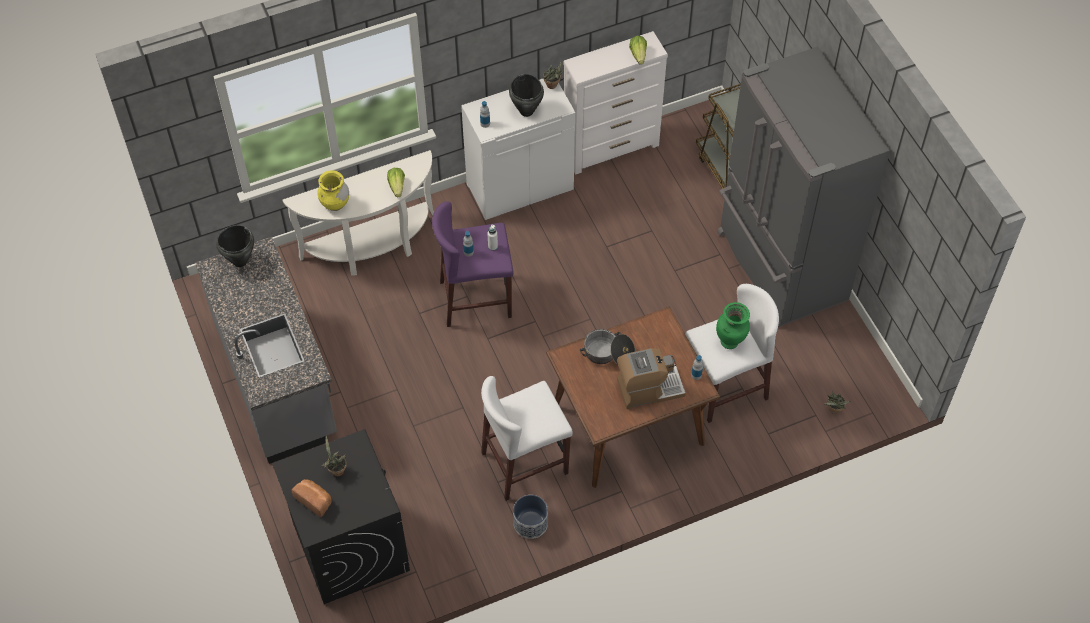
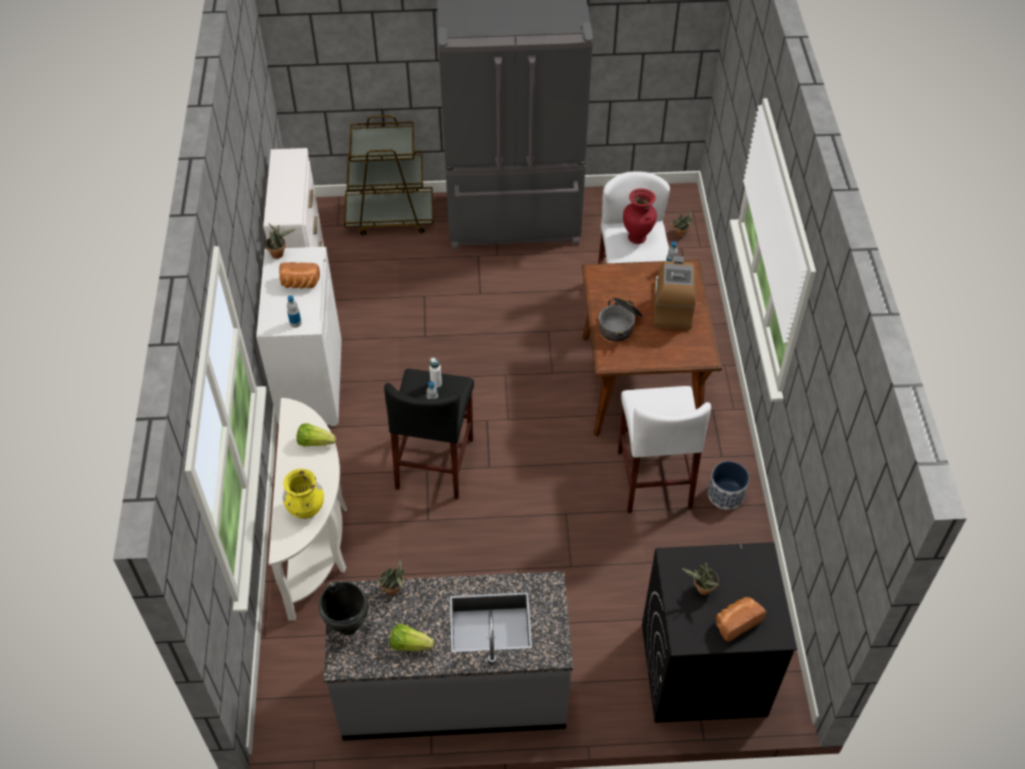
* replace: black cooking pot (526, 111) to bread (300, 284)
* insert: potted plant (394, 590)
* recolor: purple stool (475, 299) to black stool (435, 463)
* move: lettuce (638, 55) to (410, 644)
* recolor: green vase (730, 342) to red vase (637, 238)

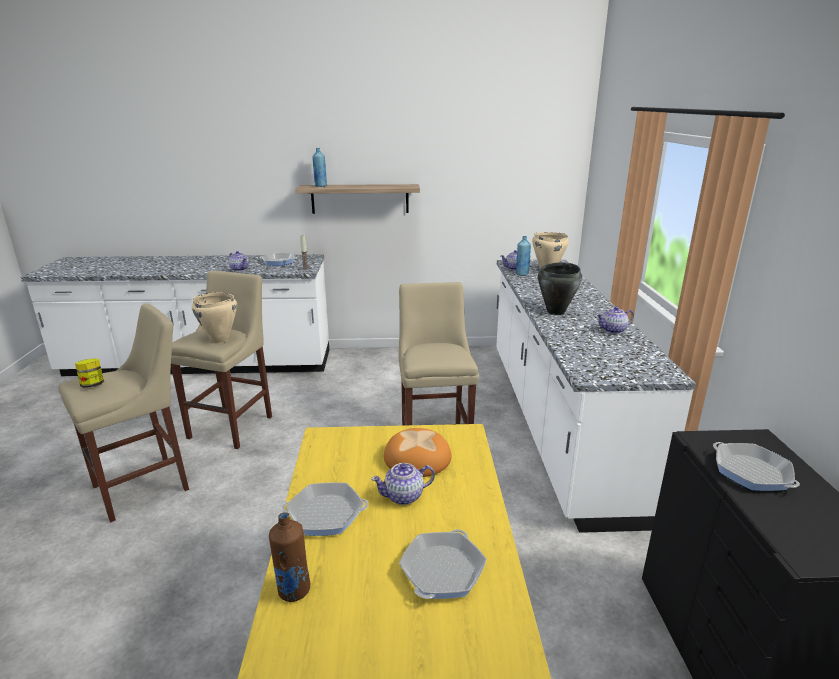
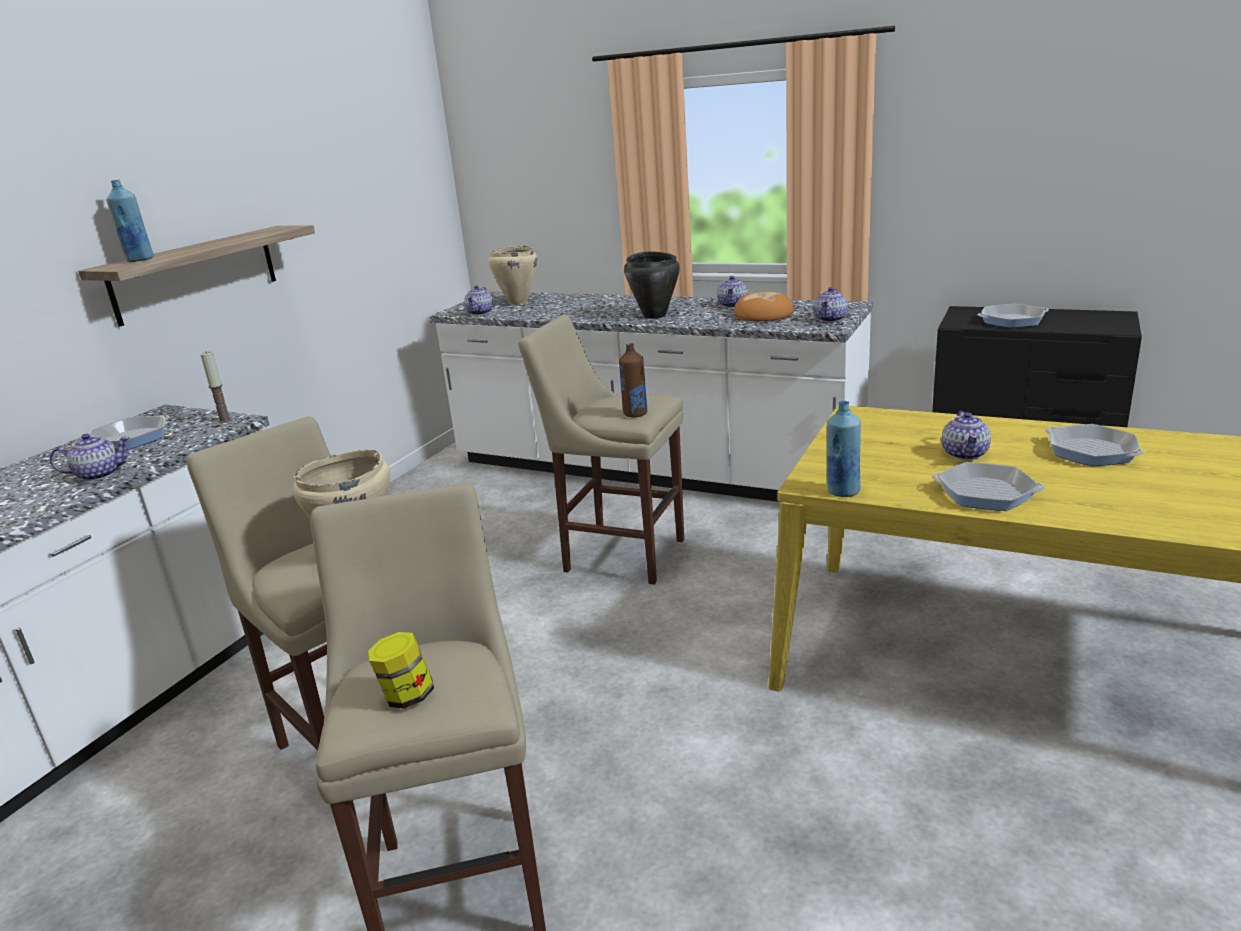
* move: brown bottle (293, 590) to (635, 414)
* move: bread (416, 458) to (763, 315)
* insert: teapot (830, 319)
* move: blue bottle (522, 274) to (842, 491)
* rotate: frying pan (325, 514) = (985, 493) 90 degrees counterclockwise

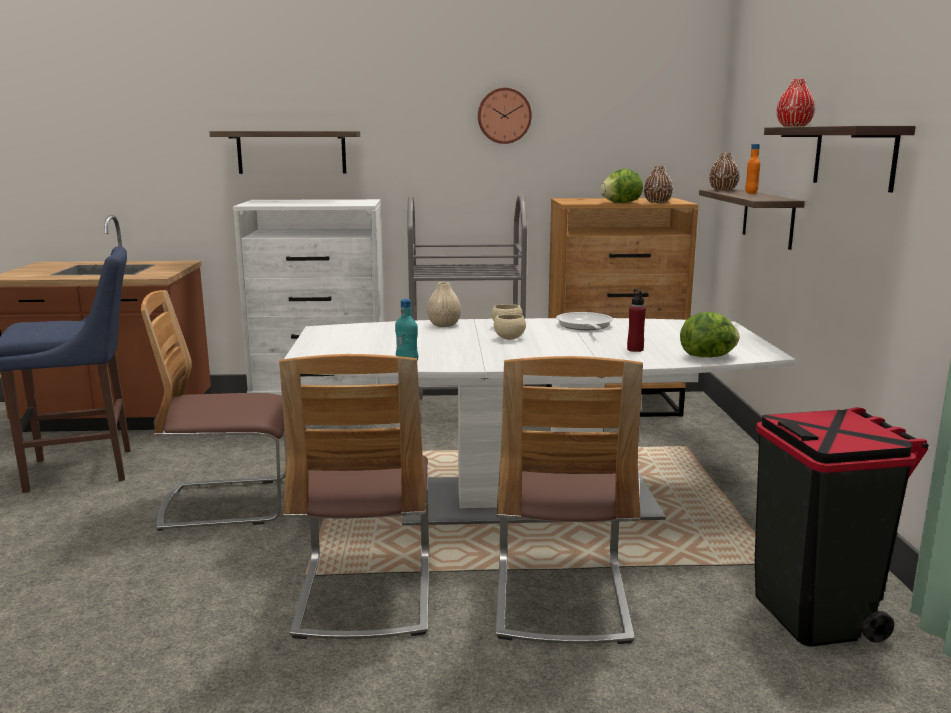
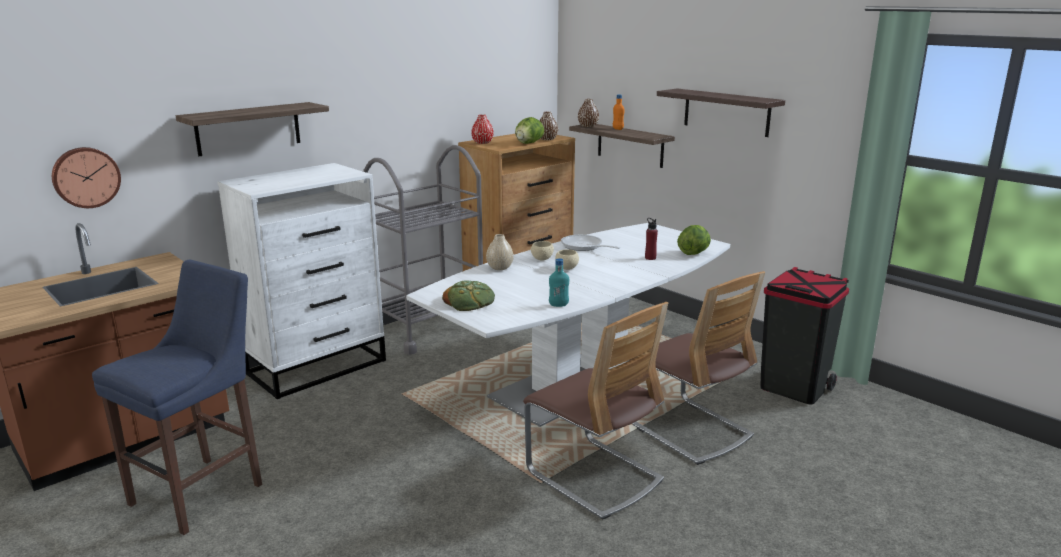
* move: wall clock (504, 116) to (86, 177)
* insert: bread (469, 301)
* move: red vase (794, 126) to (482, 142)
* delete: chair (227, 504)

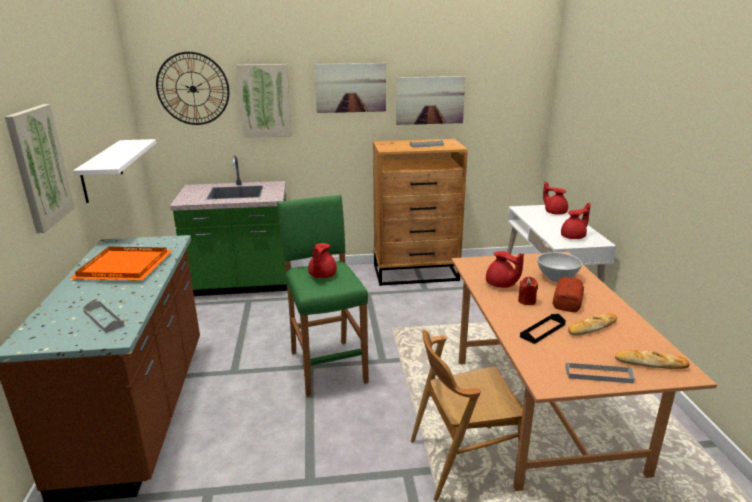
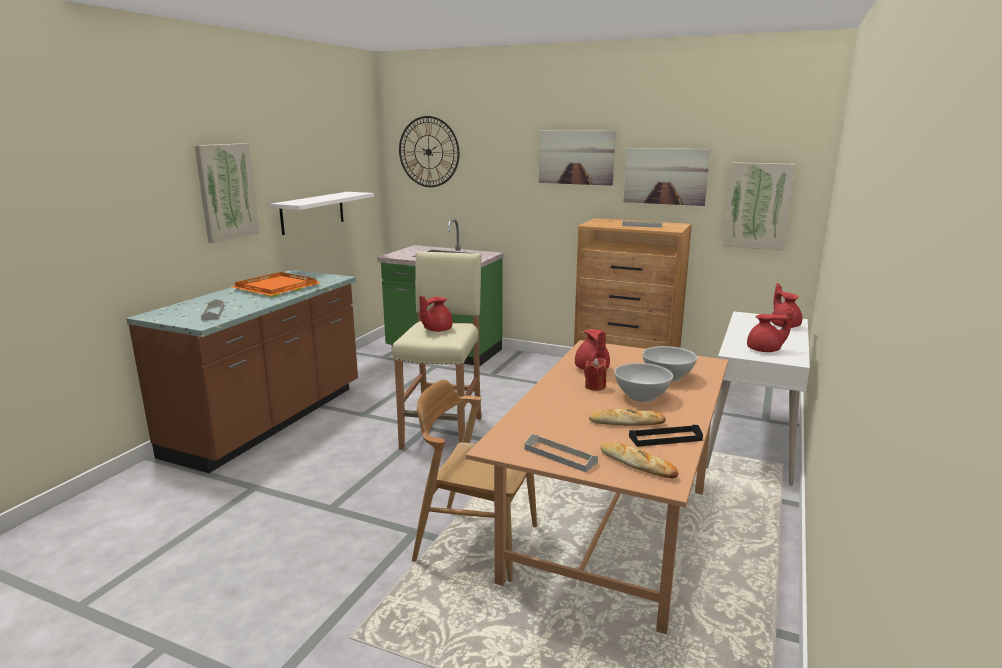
* recolor: green stool (327, 366) to beige stool (443, 432)
* replace: bread (567, 301) to white bowl (641, 396)
* move: black tray (542, 330) to (665, 438)
* move: picture (265, 101) to (758, 206)

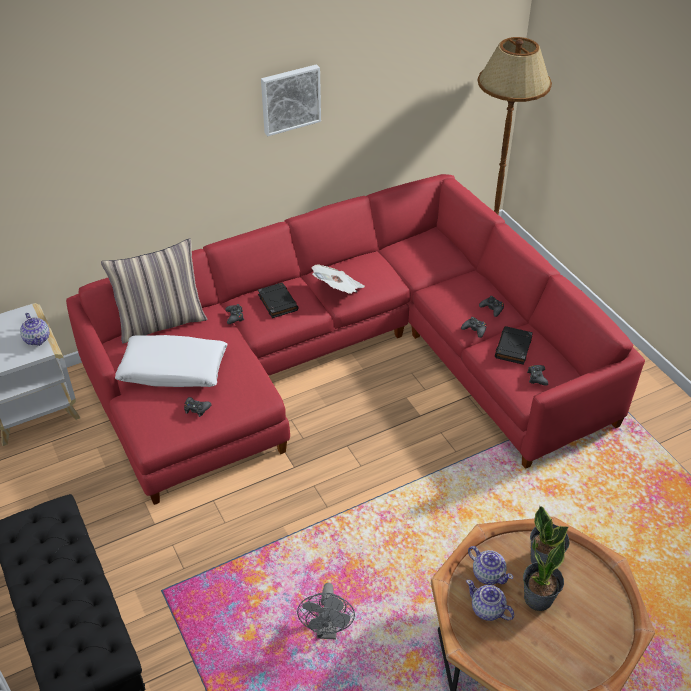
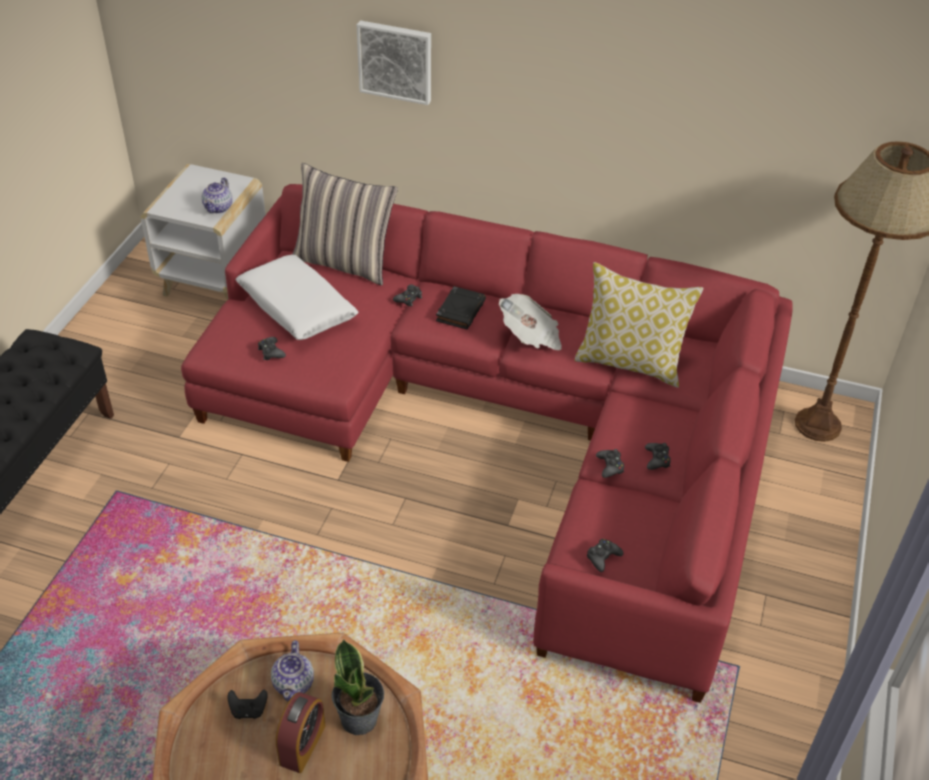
* replace: teapot (487, 610) to black game controller (248, 710)
* replace: potted plant (538, 599) to alarm clock (302, 744)
* move: picture (290, 99) to (396, 61)
* insert: pillow (630, 363)
* delete: grey fan (327, 630)
* delete: black book (513, 348)

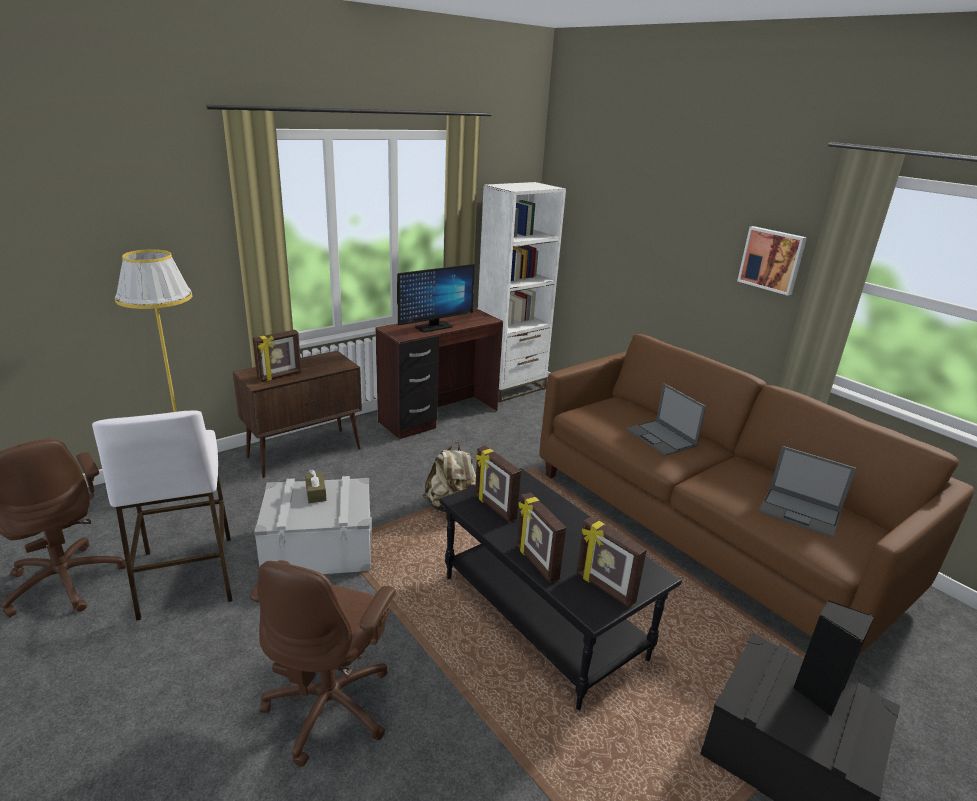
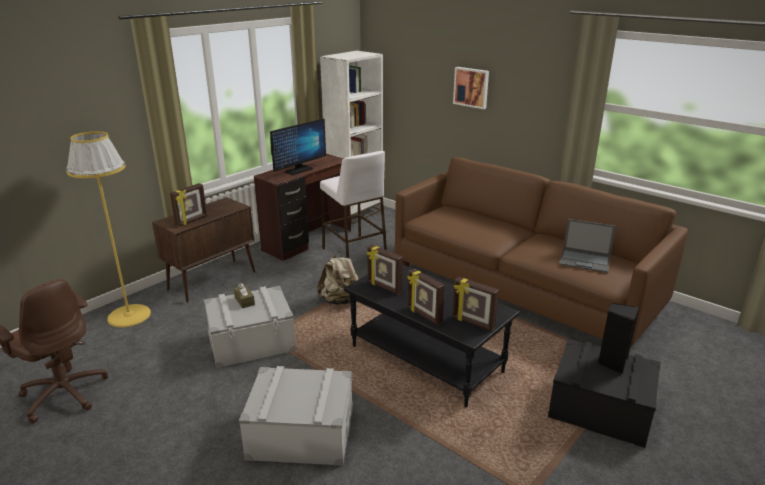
* replace: brown office chair (331, 705) to grey storage box (301, 433)
* move: white stool (187, 576) to (354, 254)
* move: picture (772, 260) to (471, 87)
* delete: laptop (661, 438)

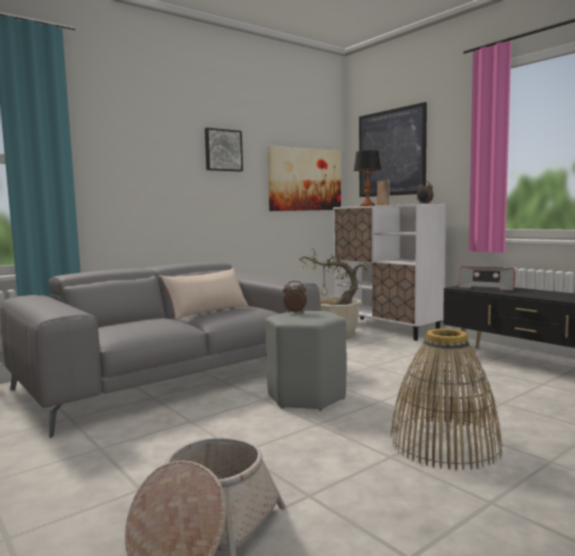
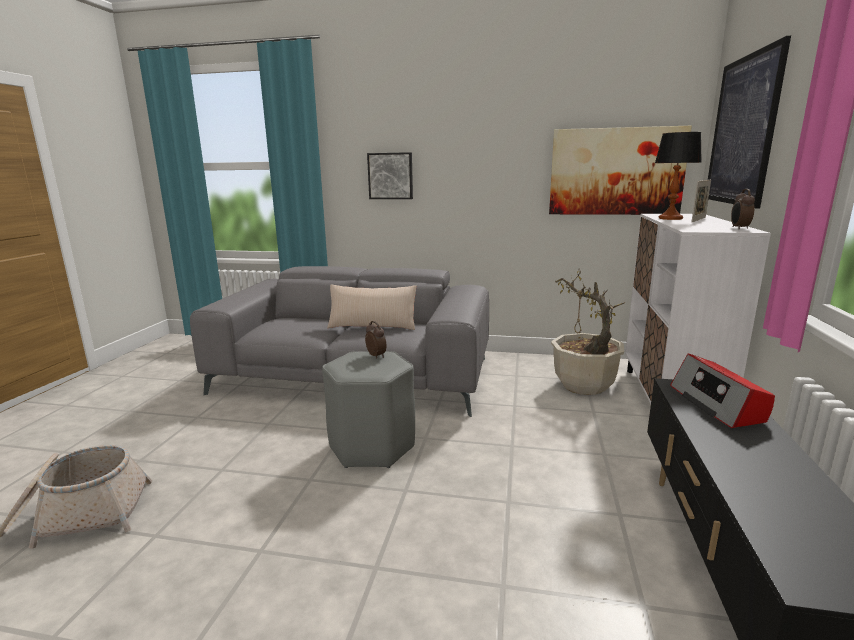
* move: picture (223, 150) to (390, 176)
* delete: basket (445, 444)

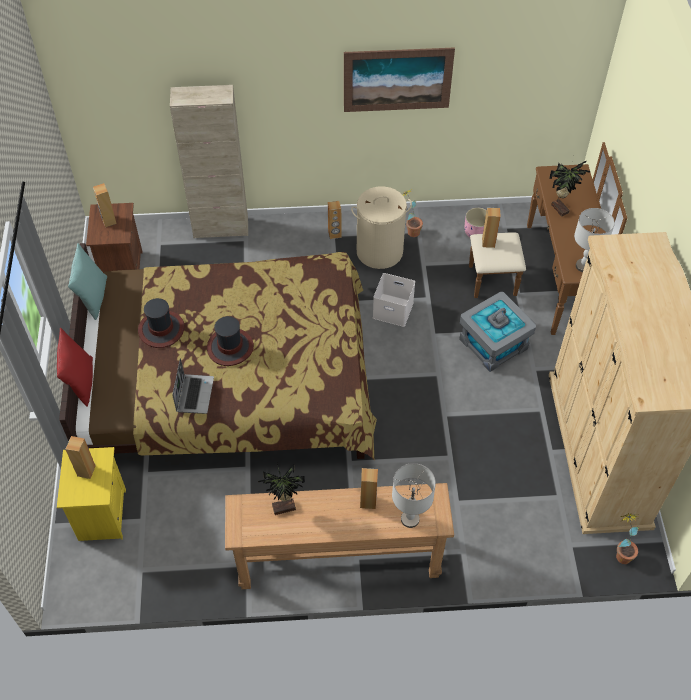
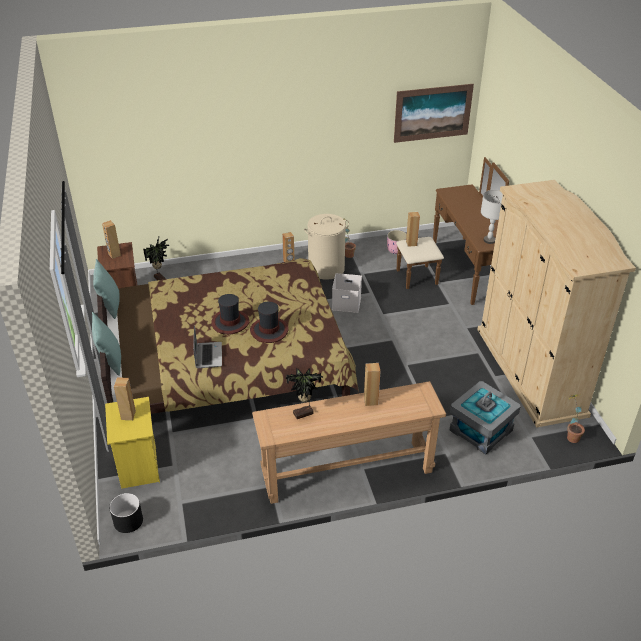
* recolor: red pillow (81, 382) to turquoise pillow (110, 360)
* insert: black planter (128, 521)
* move: potted plant (560, 208) to (160, 278)
* move: hat (161, 329) to (269, 330)
* move: picture (397, 79) to (432, 113)
* move: grey storage box (493, 344) to (481, 430)
* delete: beige cabinet (221, 228)
* delete: grey table lamp (409, 519)

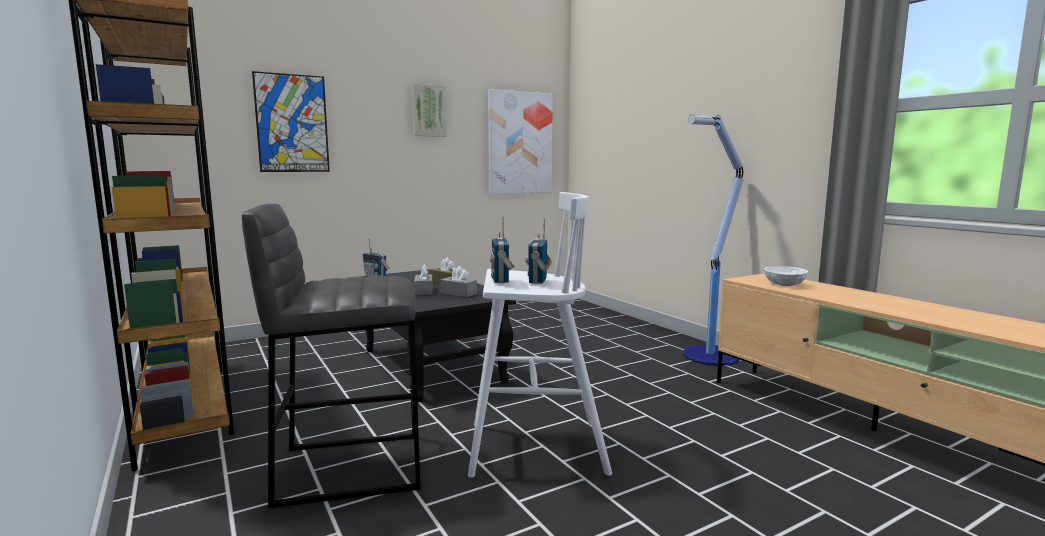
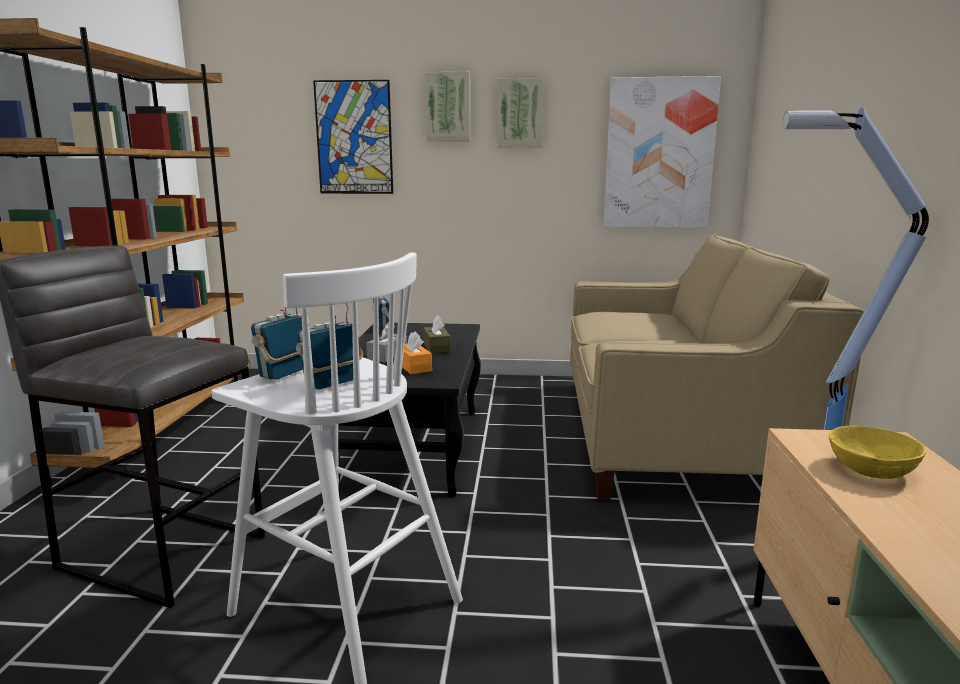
* recolor: grey tissue box (458, 293) to orange tissue box (413, 367)
* insert: picture (448, 107)
* insert: beige sofa (671, 434)
* recolor: white bowl (784, 284) to yellow bowl (872, 470)

